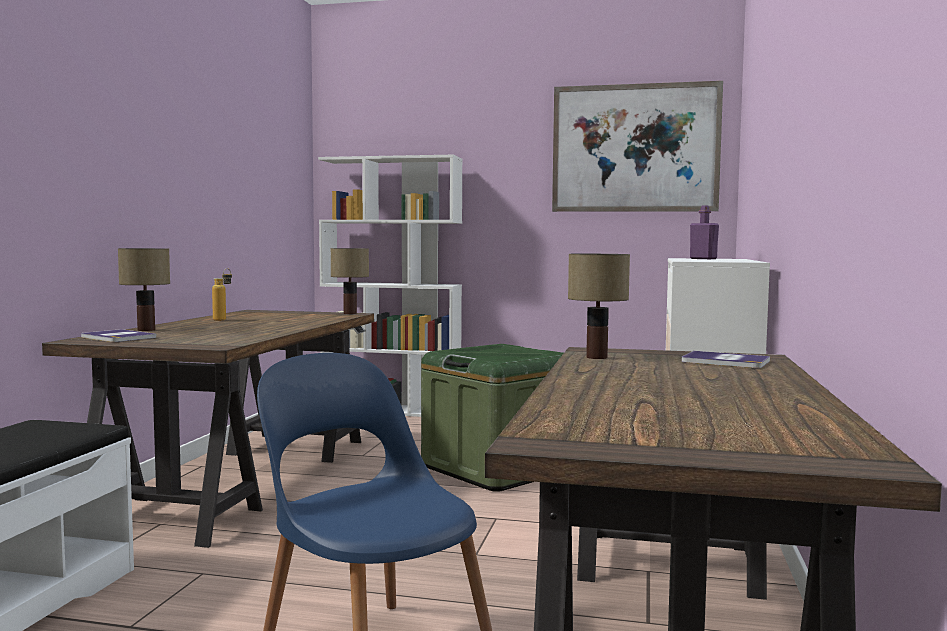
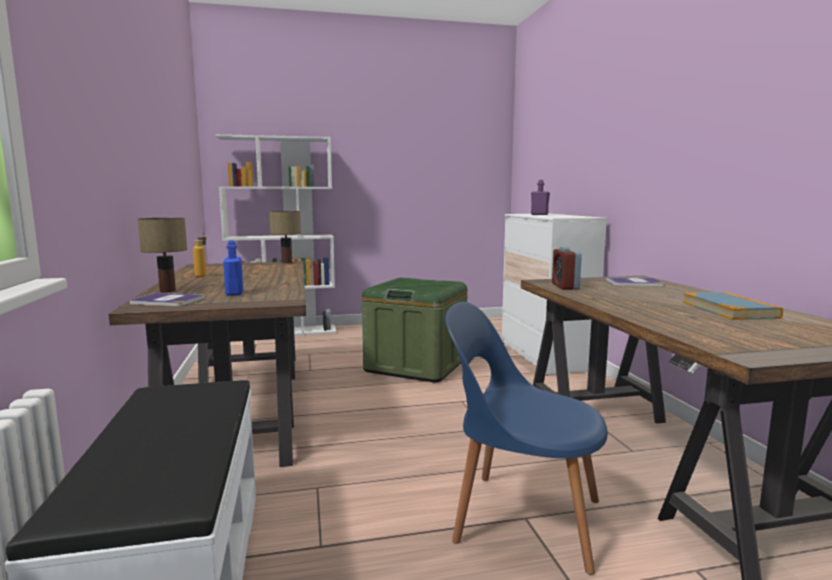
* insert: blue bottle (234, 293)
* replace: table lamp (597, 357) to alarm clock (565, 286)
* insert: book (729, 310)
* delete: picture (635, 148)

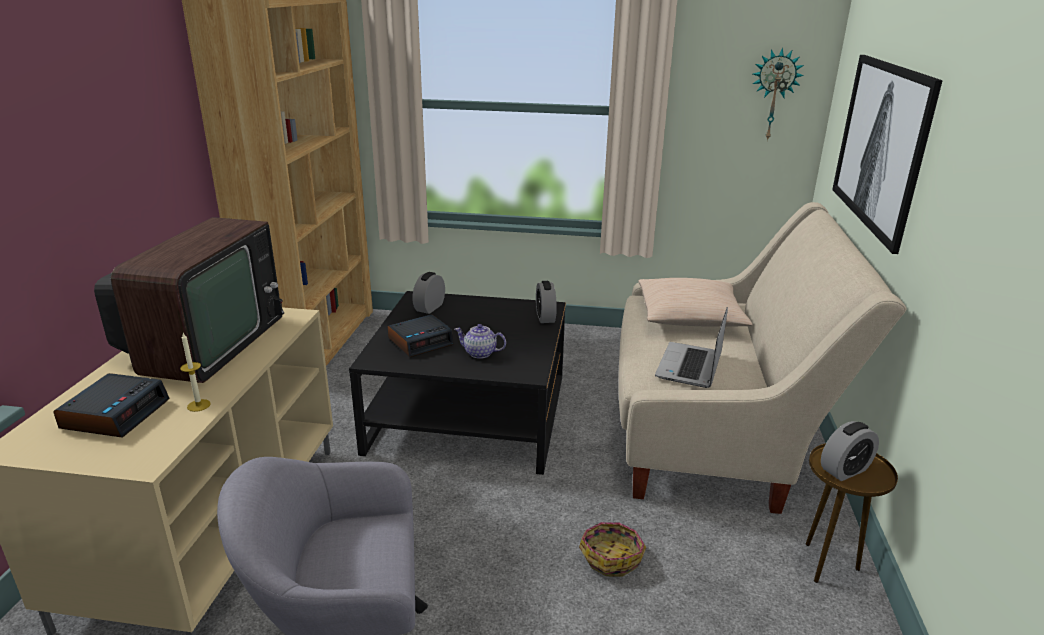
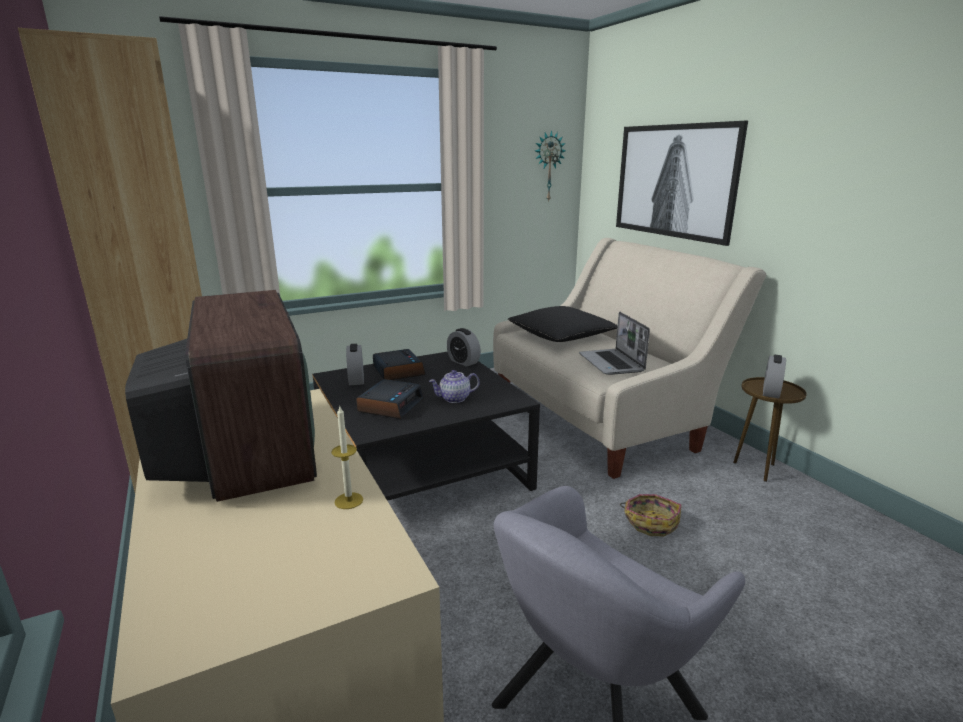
* move: alarm clock (116, 414) to (397, 371)
* recolor: beige pillow (689, 317) to black pillow (561, 336)

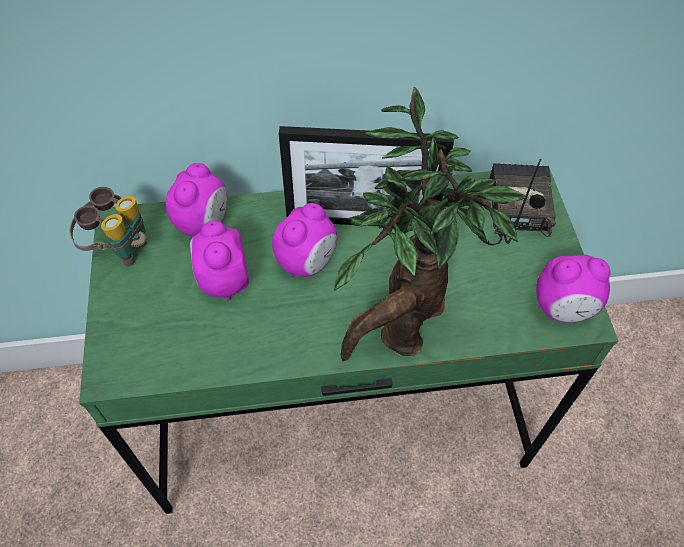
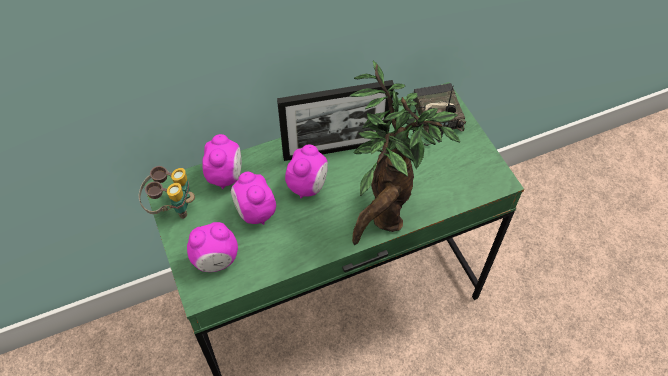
* move: alarm clock (562, 308) to (216, 260)

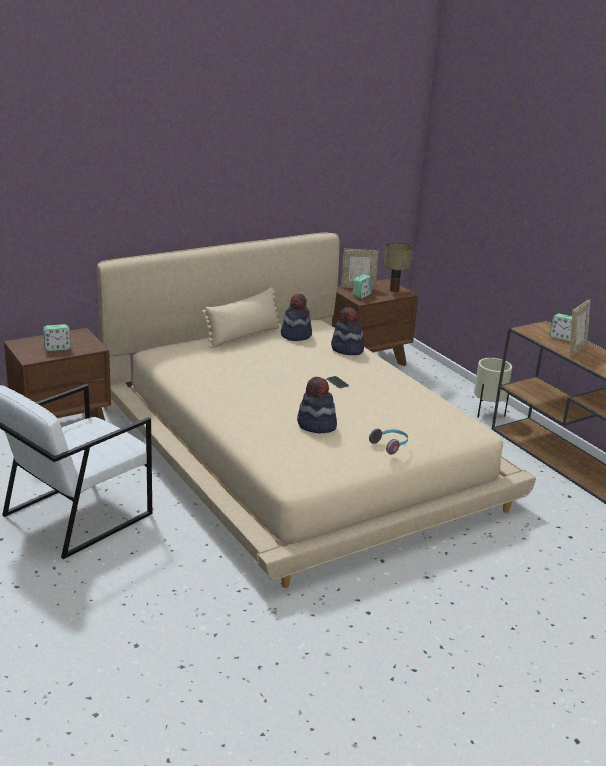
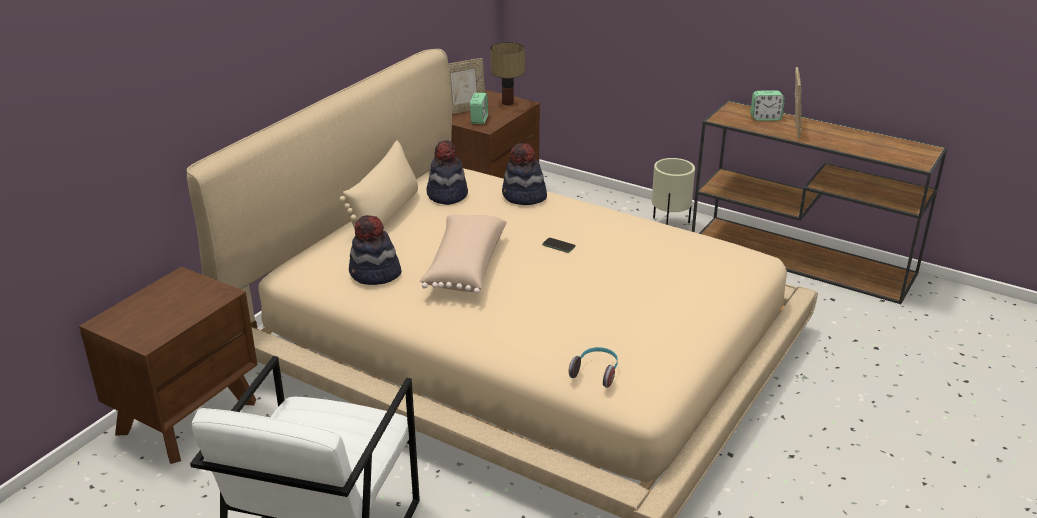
* move: hat (316, 425) to (375, 274)
* insert: beige pillow (464, 266)
* move: headphones (390, 445) to (596, 373)
* delete: alarm clock (57, 348)

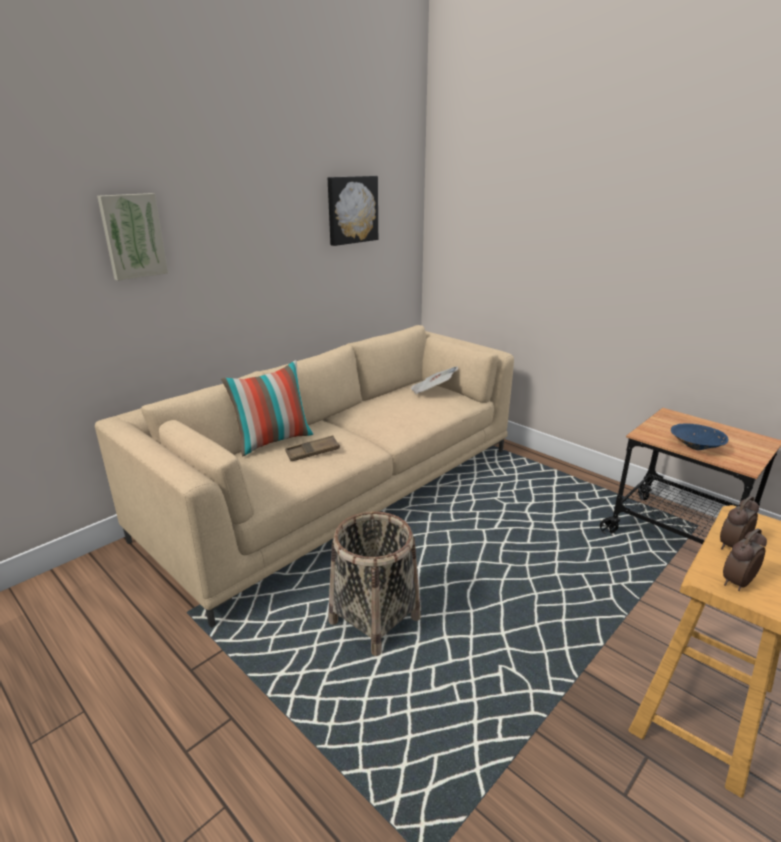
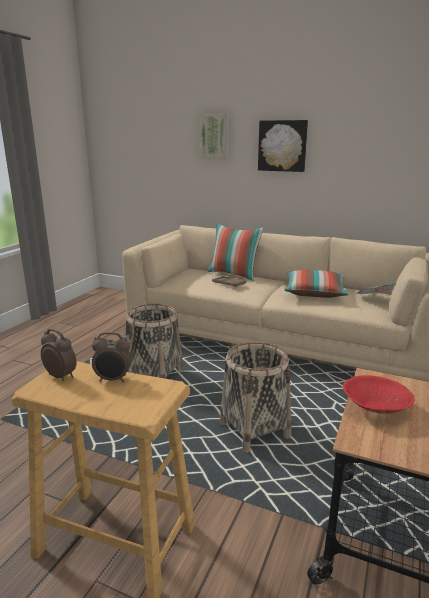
* rotate: alarm clock (731, 546) = (113, 379) 150 degrees clockwise
* insert: basket (254, 429)
* move: picture (352, 210) to (282, 146)
* insert: pillow (314, 293)
* recolor: blue bowl (695, 446) to red bowl (376, 408)

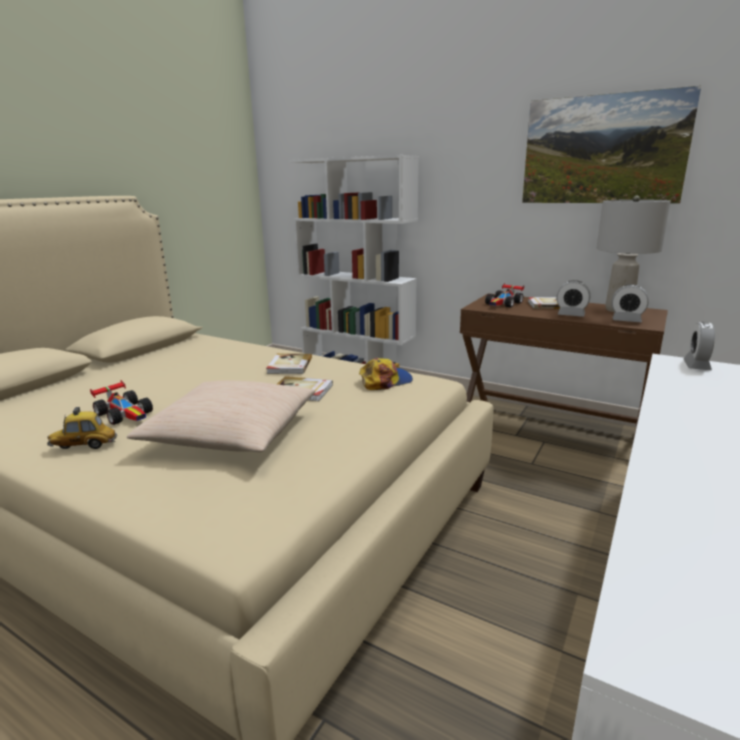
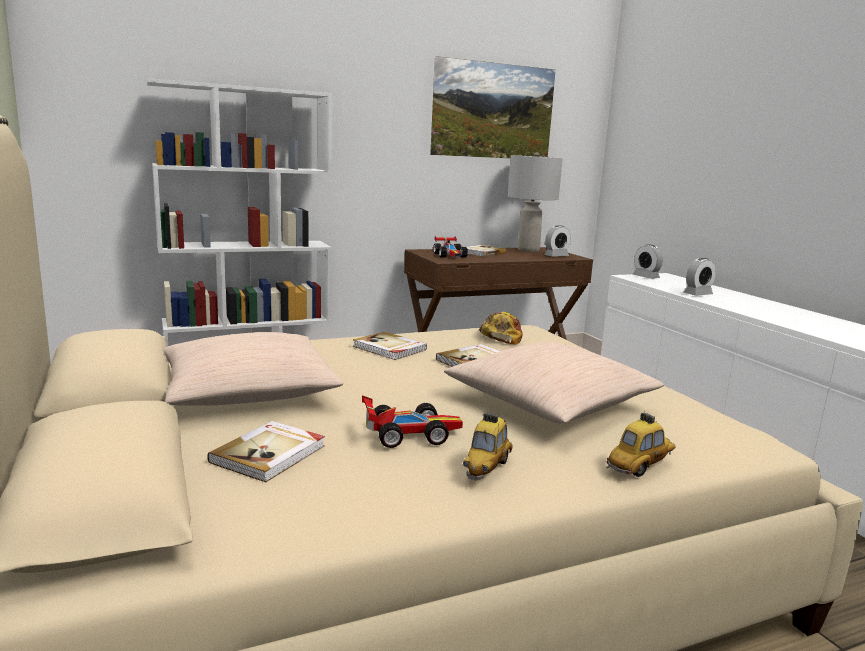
* insert: beige pillow (248, 391)
* insert: book (270, 454)
* insert: toy car (640, 466)
* move: alarm clock (571, 315) to (697, 294)

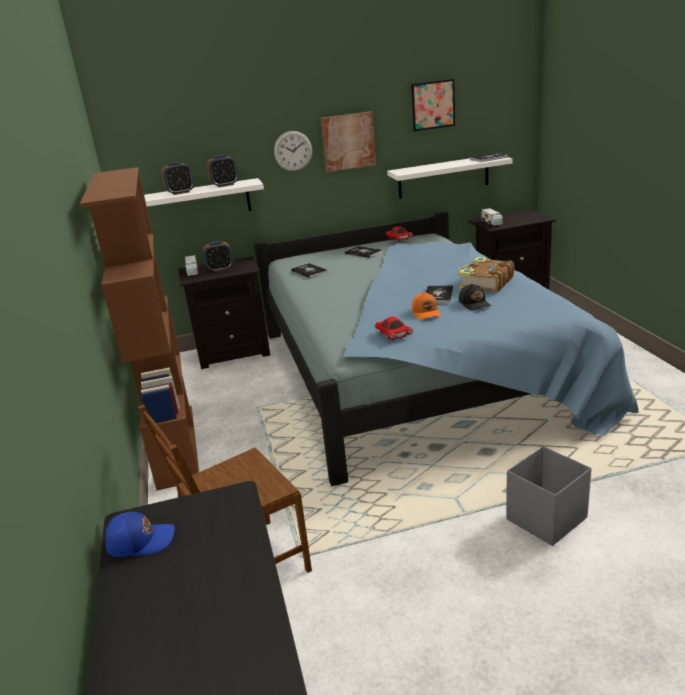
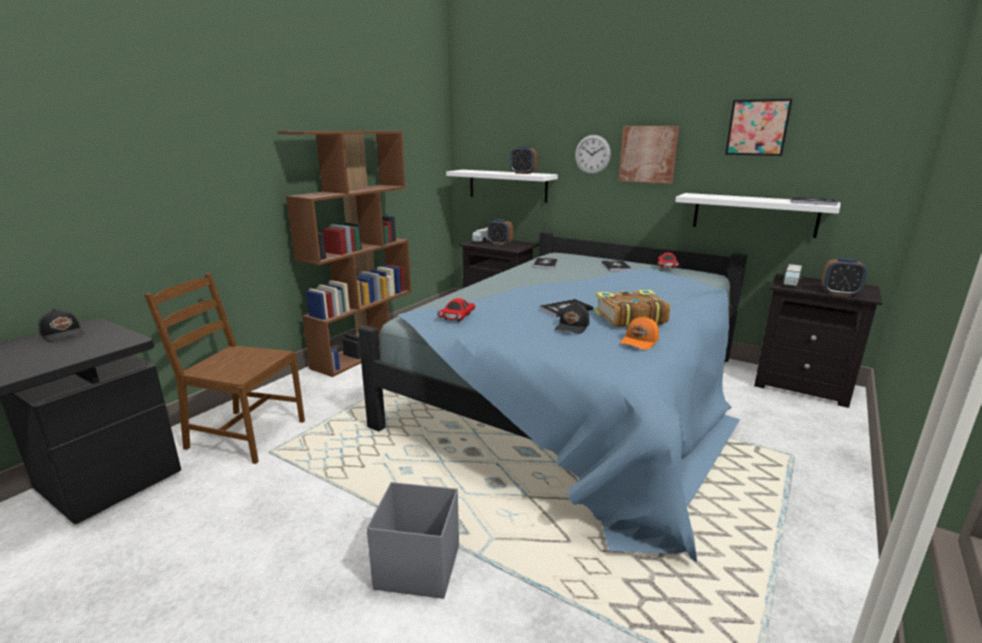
* recolor: blue cap (141, 541) to black cap (63, 334)
* move: orange cap (426, 313) to (640, 342)
* move: alarm clock (180, 192) to (839, 293)

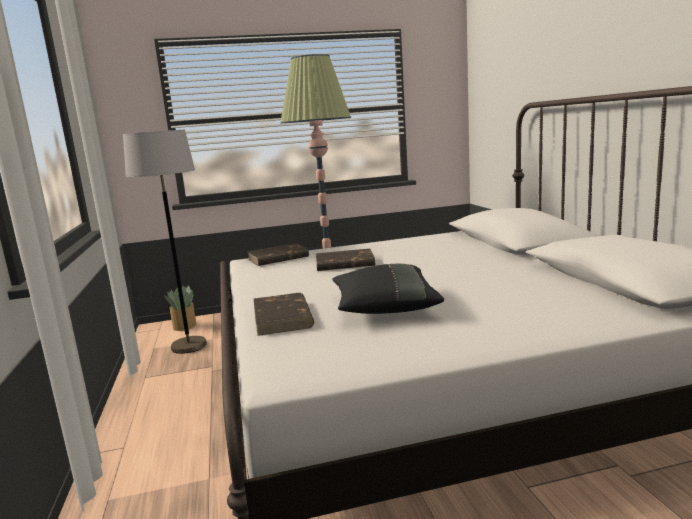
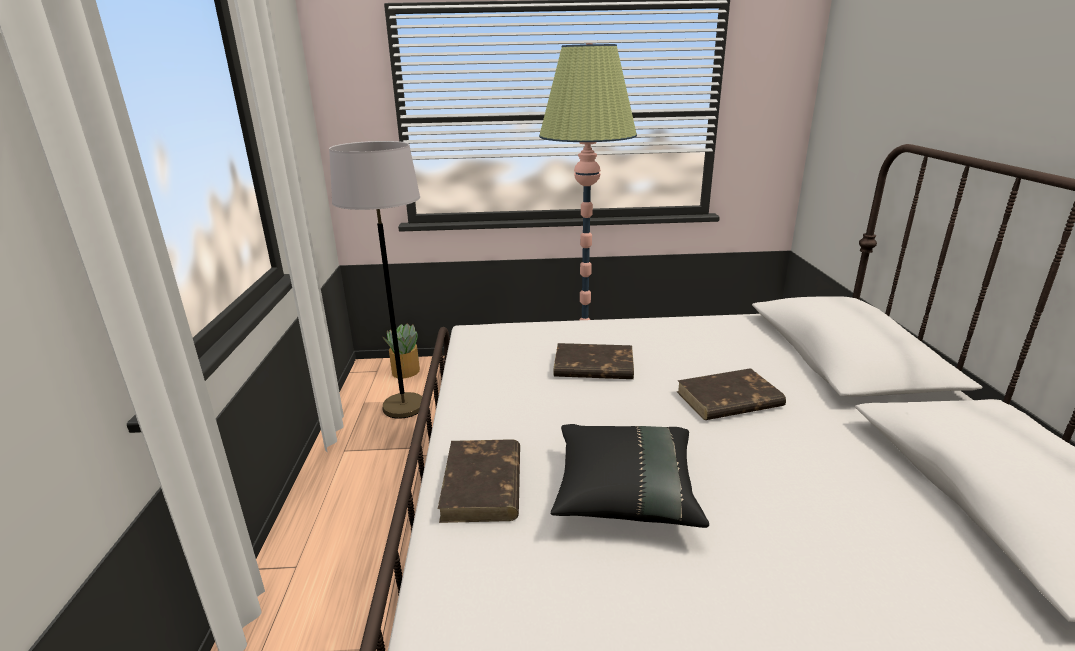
* move: brown book (277, 258) to (728, 400)

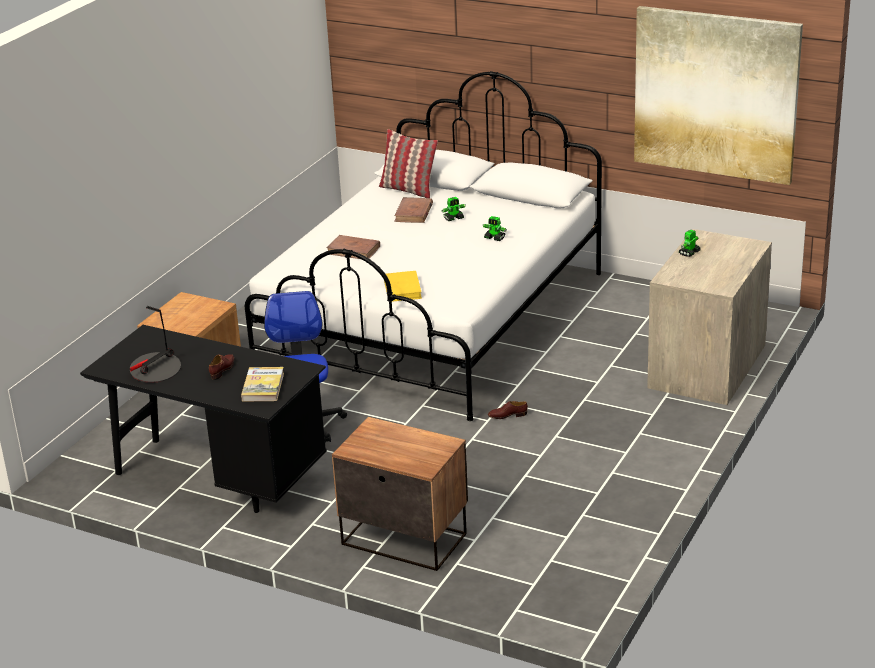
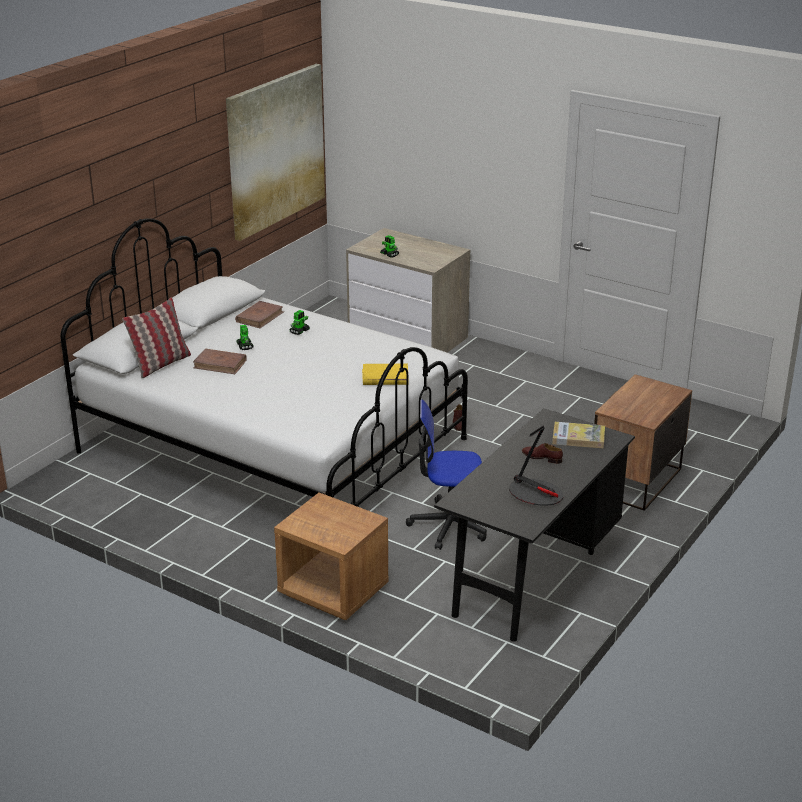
* move: brown book (354, 250) to (260, 317)

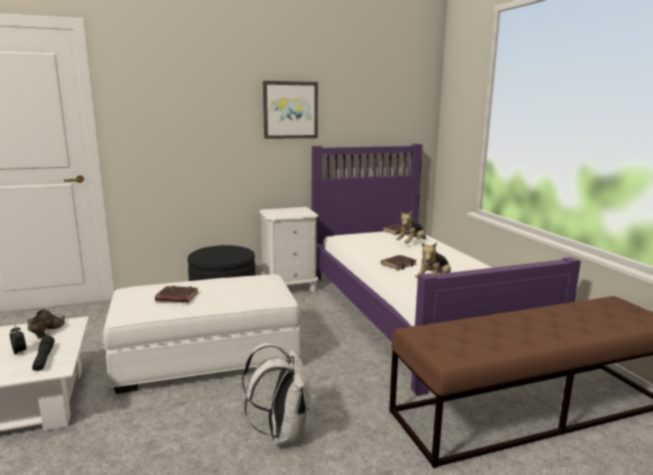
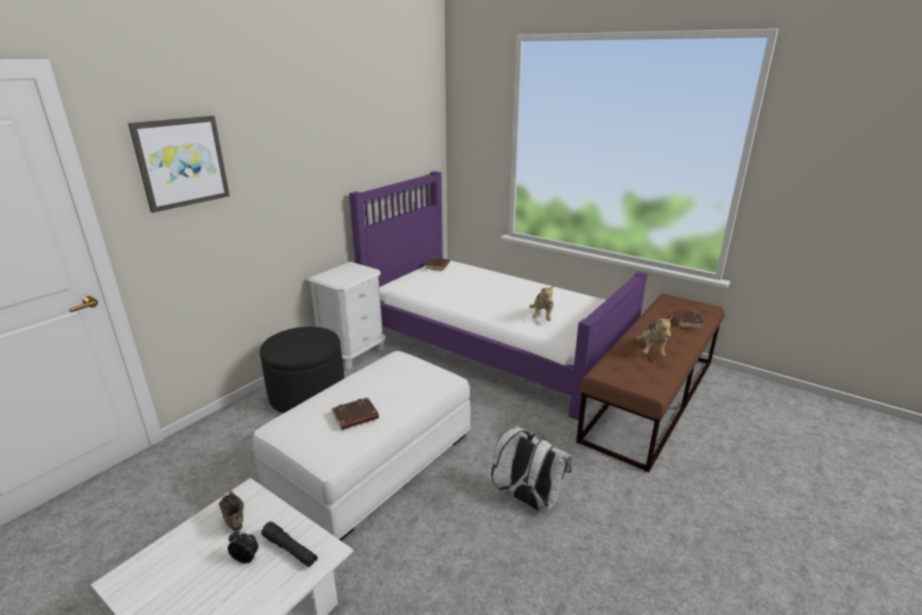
* move: picture (290, 110) to (181, 162)
* move: plush toy (411, 244) to (651, 350)
* move: brown book (398, 265) to (687, 321)

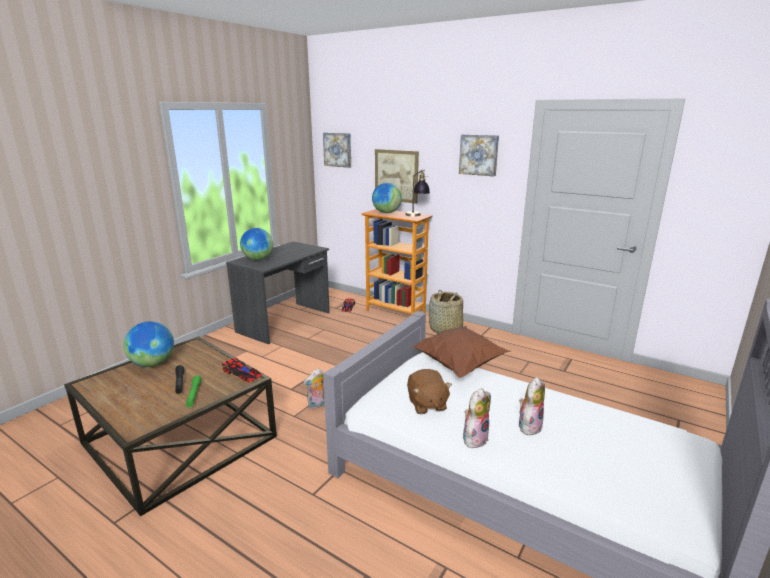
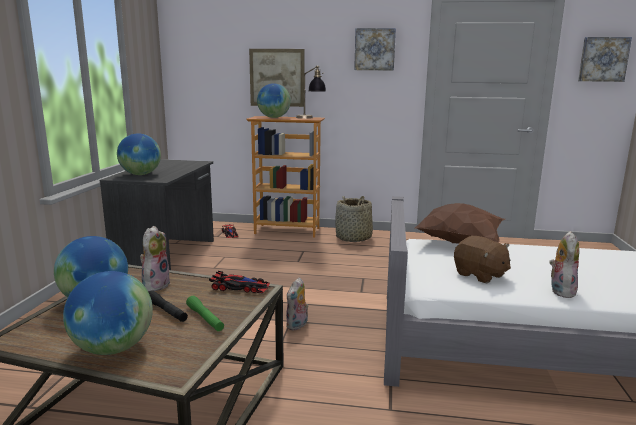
* insert: globe (113, 348)
* move: plush toy (529, 426) to (155, 285)
* move: picture (338, 149) to (603, 59)

